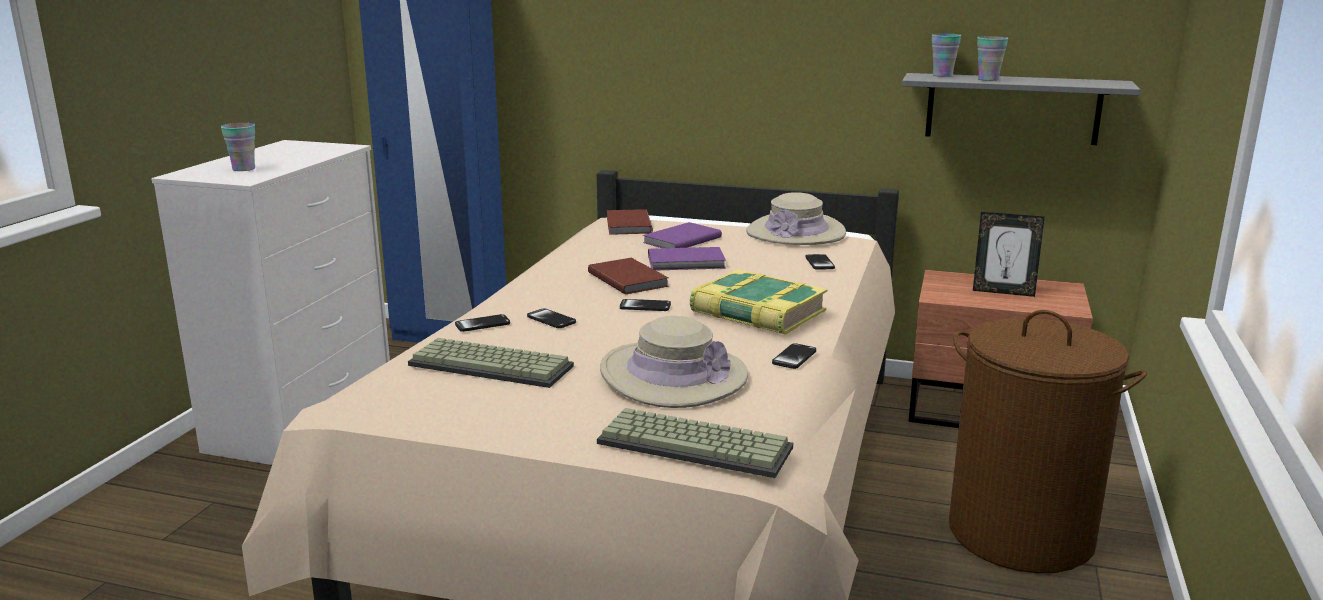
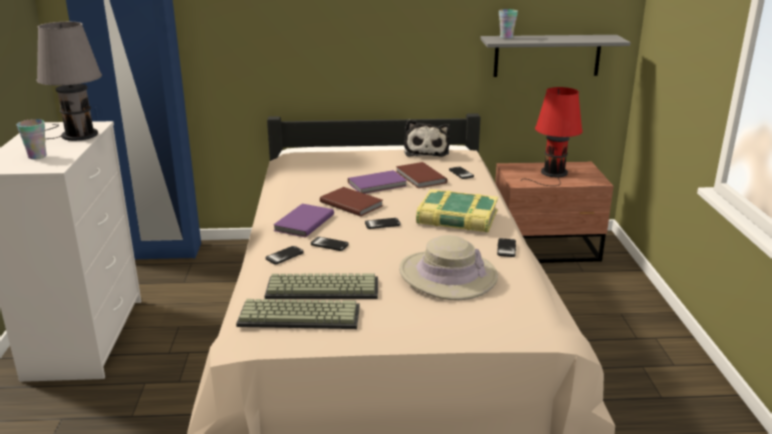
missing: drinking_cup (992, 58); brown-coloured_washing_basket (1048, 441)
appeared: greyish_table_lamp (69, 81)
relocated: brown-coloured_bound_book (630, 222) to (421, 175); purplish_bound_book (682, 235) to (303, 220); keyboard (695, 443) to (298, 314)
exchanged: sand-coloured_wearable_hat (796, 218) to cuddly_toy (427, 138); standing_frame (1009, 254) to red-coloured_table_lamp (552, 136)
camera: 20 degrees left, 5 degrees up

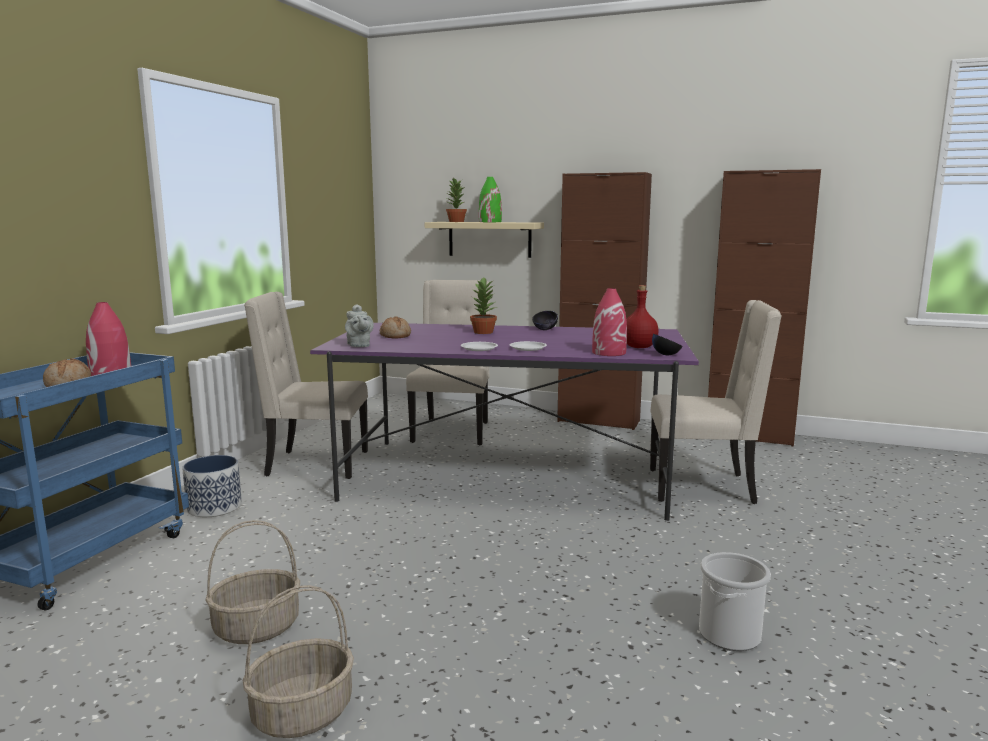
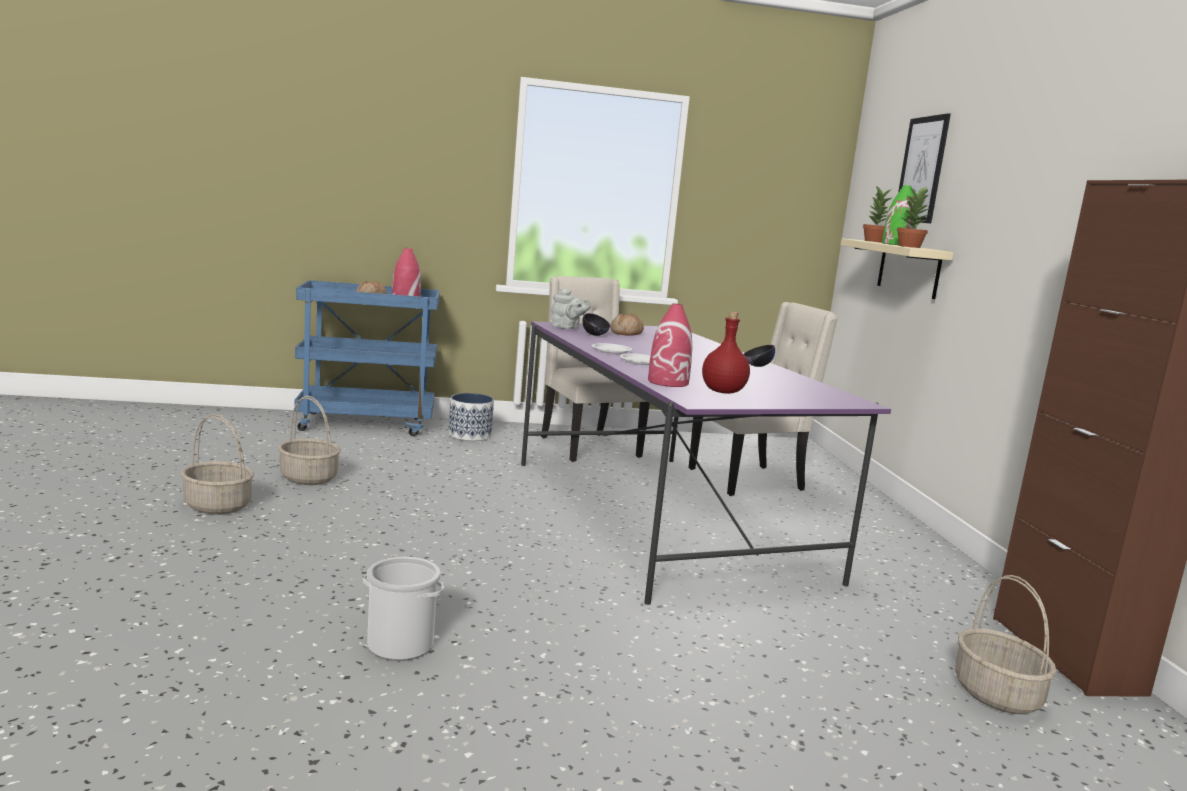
missing: brown-coloured_cupboard (604, 301); sand-coloured_chair (716, 402)
appeared: wall_picture (924, 168); household_basket (1006, 644)
relocated: potted_plant (483, 306) to (913, 217); black_serving_bowl (667, 344) to (596, 324)
spun: greyish_pot_for_tea (359, 325) = (571, 308) 105 degrees counterclockwise
camera: 60 degrees right, 0 degrees up

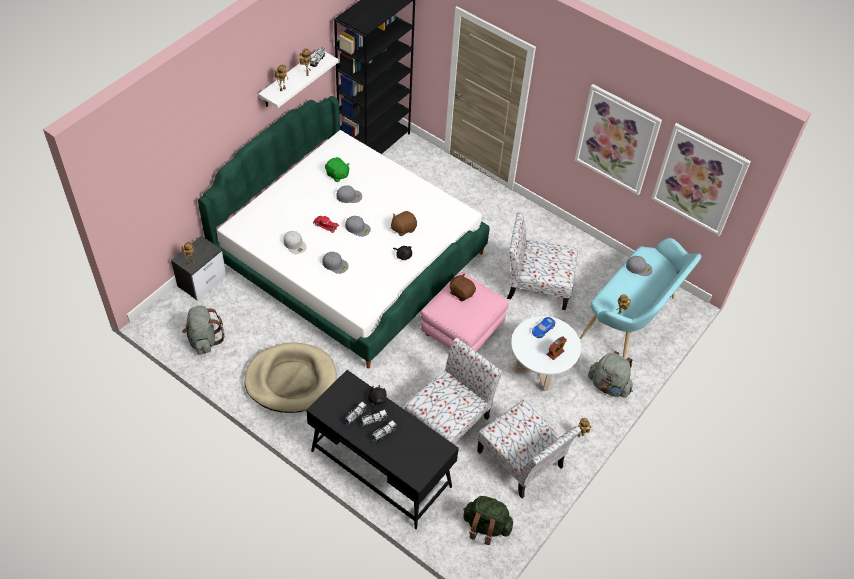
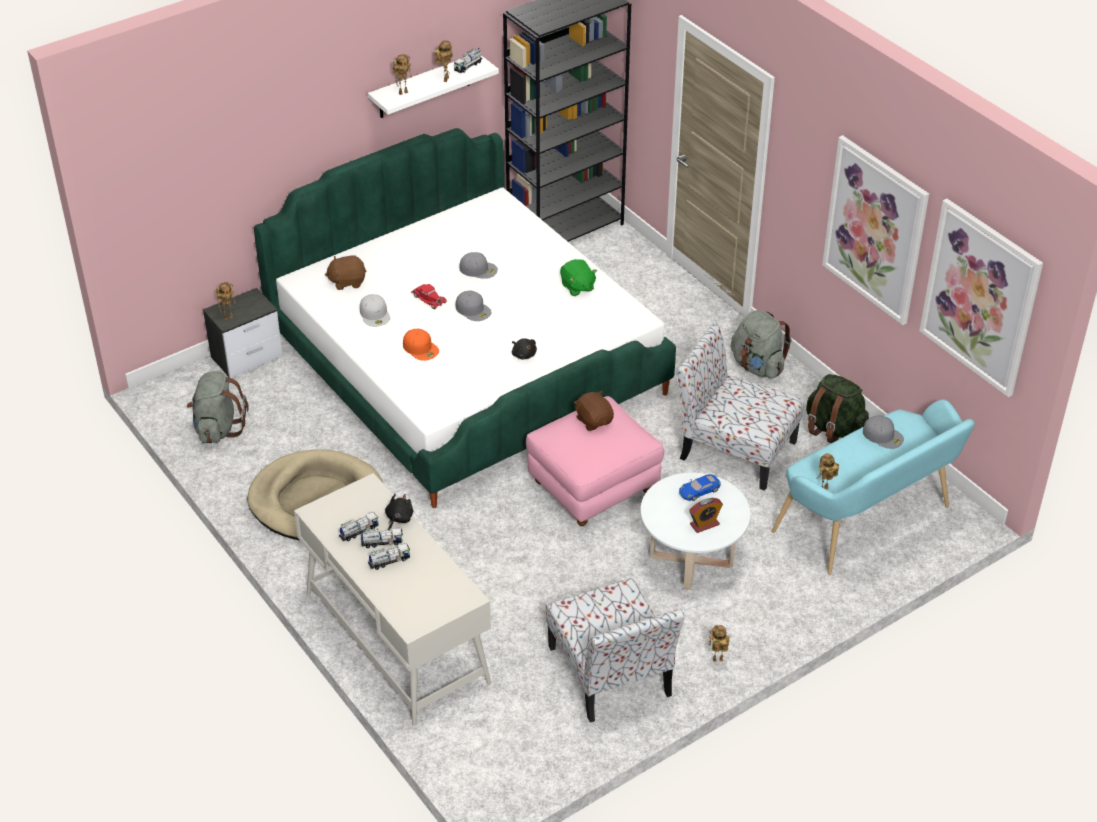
missing: chair (453, 391)
relocated: greenish_cuddly_toy (337, 169) to (578, 277); brown-coloured_cuddly_toy (404, 223) to (345, 273); greyish_rucksack (610, 374) to (761, 344); greenish_rucksack (488, 520) to (837, 408)
colour: greyish_peaked_cap (335, 263) to orangey_peaked_cap (421, 345); black_desk_table (382, 449) to white-coloured_desk_table (392, 599)
camera: 20 degrees right, 10 degrees down

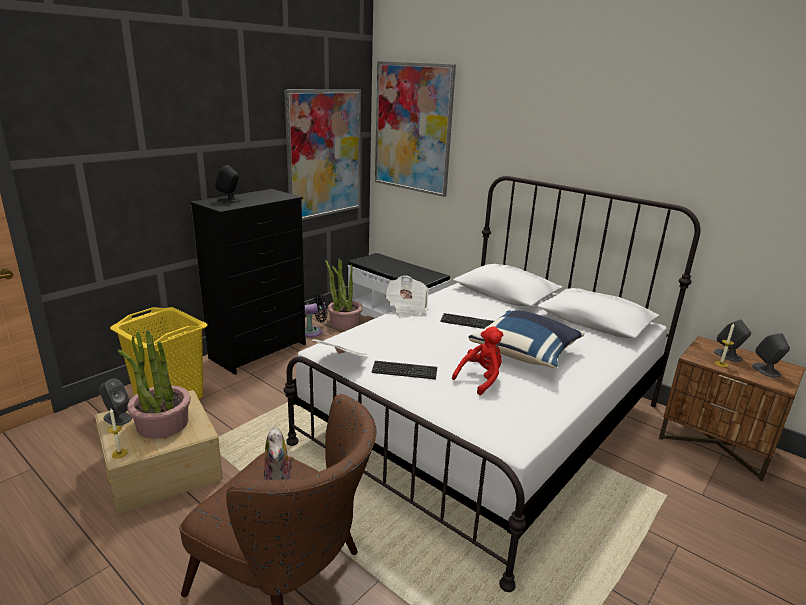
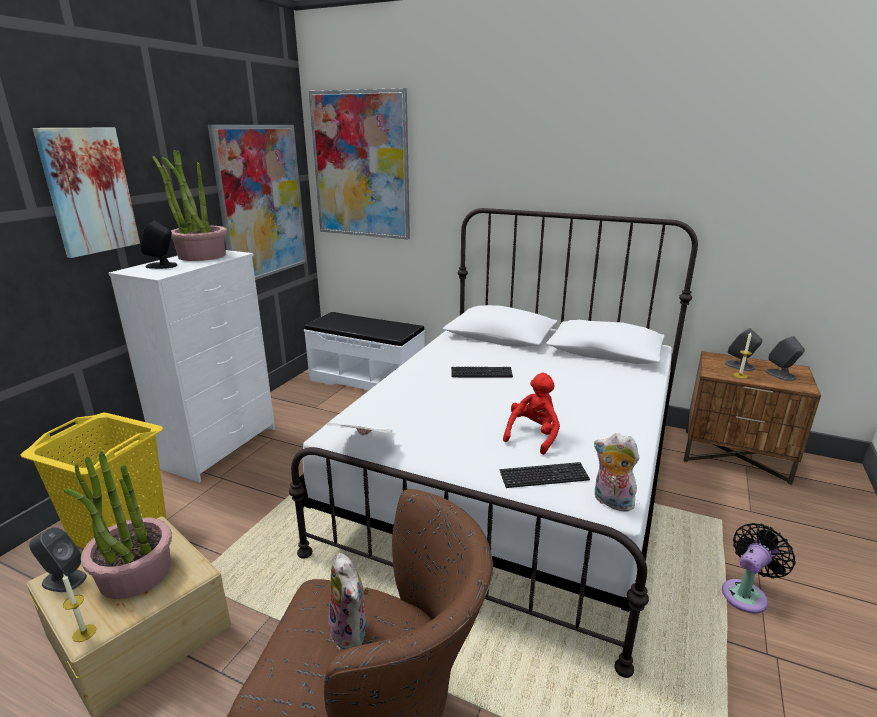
missing: newspaper (407, 297); blue_throw_pillow (526, 339)
appeared: wall_picture (86, 192); cuddly_toy (617, 472)
relocated: potted_plant (344, 293) to (189, 205); black_electric_fan (316, 315) to (759, 568); keyboard (404, 370) to (545, 475)
colour: black_drawer_chest (248, 282) to white-coloured_drawer_chest (191, 366)
camera: 15 degrees left, 0 degrees up

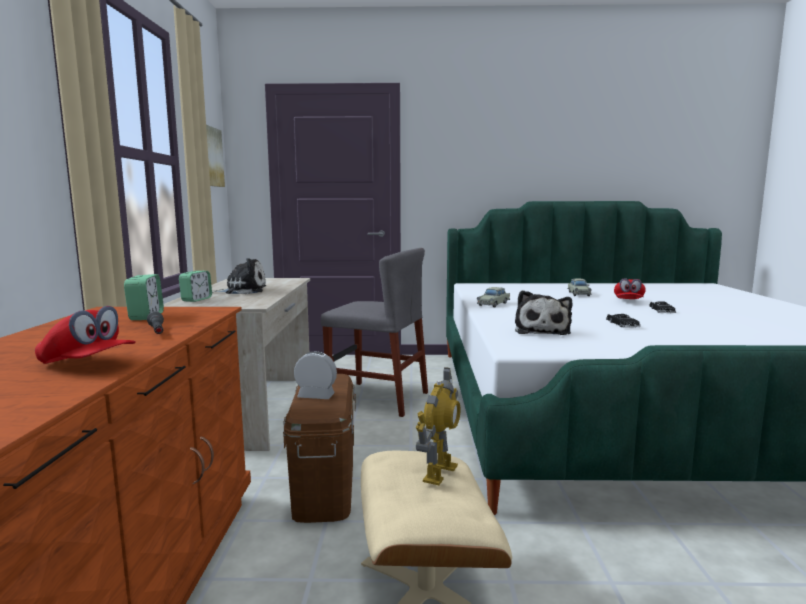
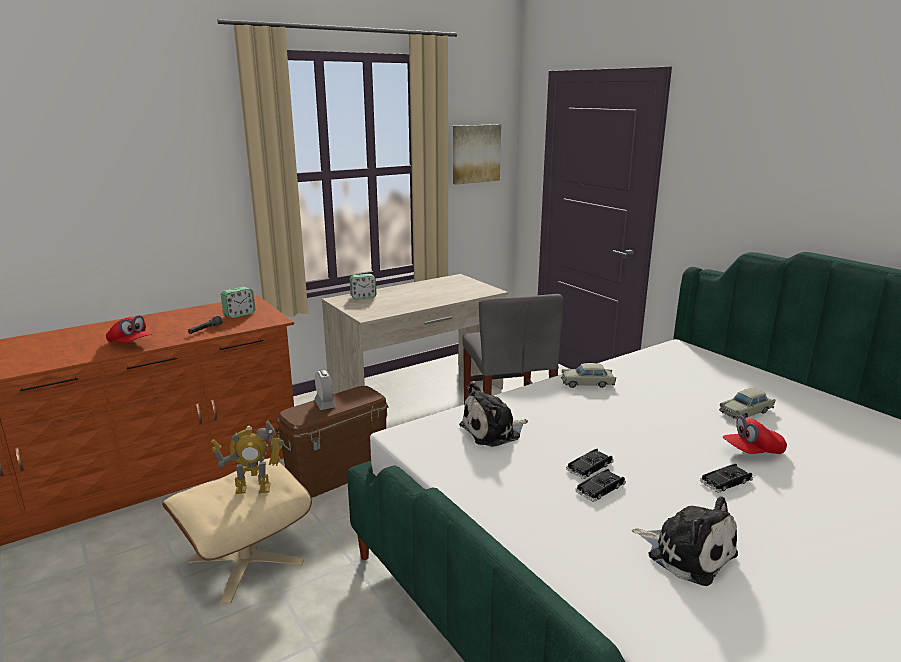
appeared: black_toy_car (600, 485)
relocated: cuddly_toy (239, 276) to (685, 541)
spun: red-coloured_peaked_cap (85, 335) = (129, 329) 45 degrees counterclockwise
camera: 55 degrees right, 10 degrees up

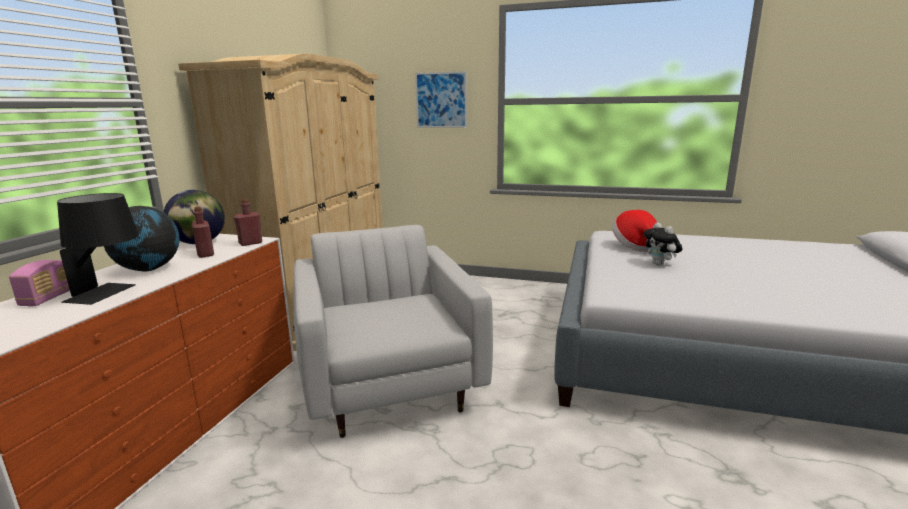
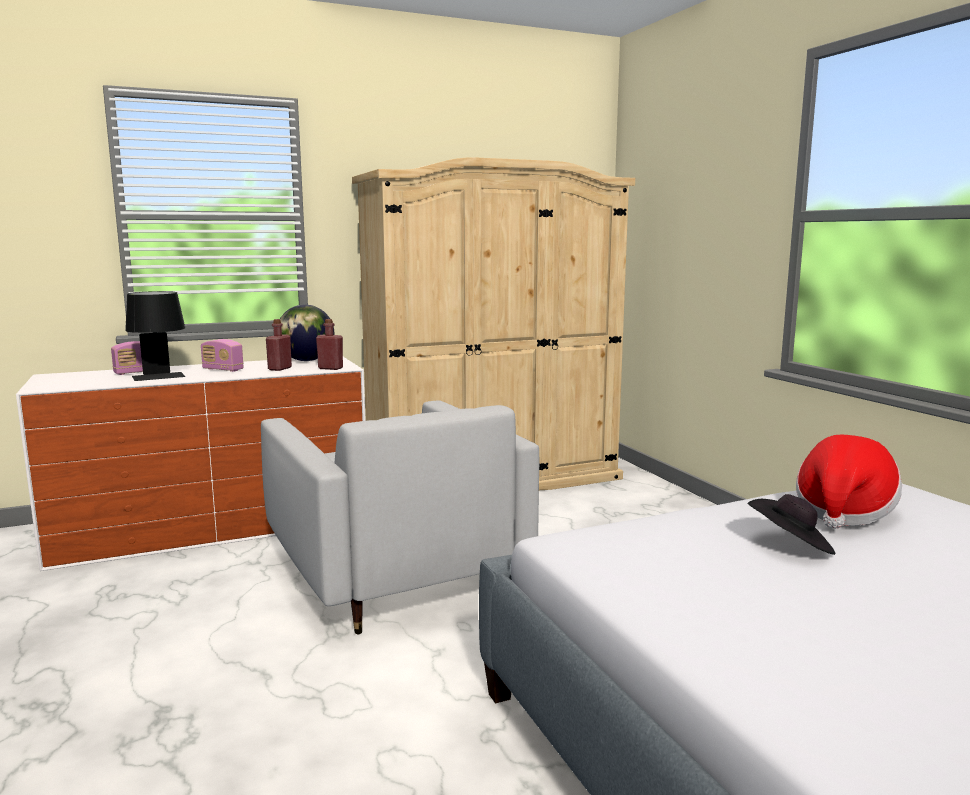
missing: wall_picture (441, 99)
exchanged: world_globe (142, 239) to radio (222, 355); cuddly_toy (663, 244) to black_wearable_hat (792, 524)
spun: white-coloured_armchair (393, 331) = (400, 517) 120 degrees clockwise
camera: 50 degrees right, 5 degrees down

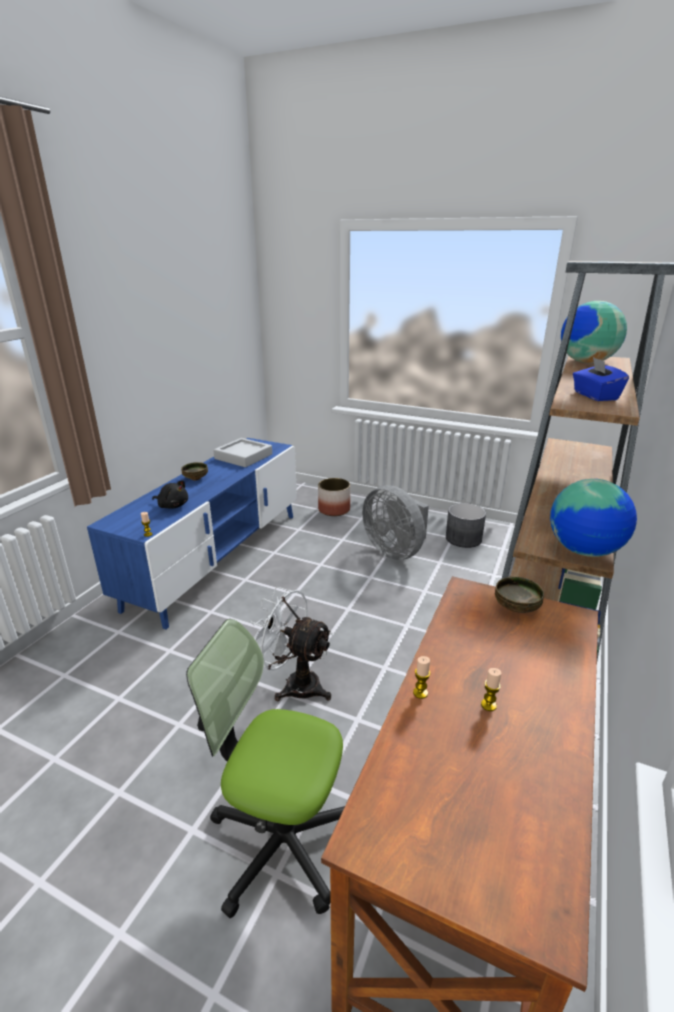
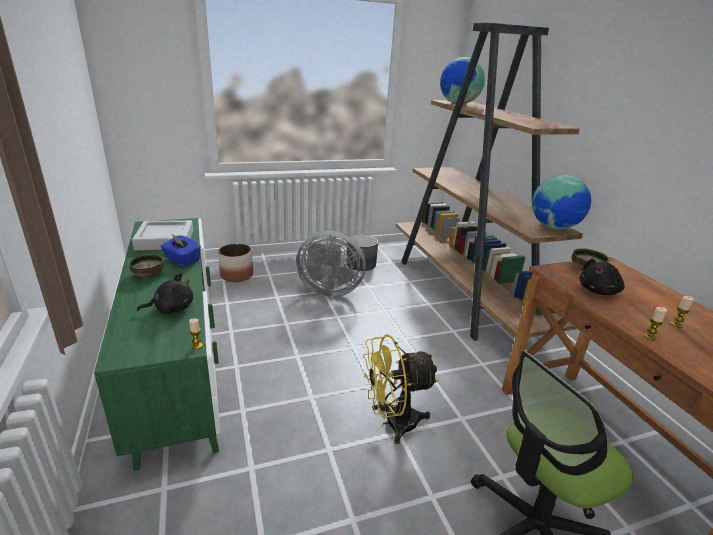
appeared: black_cuddly_toy (602, 277)
relocated: blue_tissue_holder (601, 379) to (181, 250)
colour: blue_media_console (192, 534) to greenish_media_console (157, 344); white-coloured_electric_fan (291, 644) to yellow_electric_fan (401, 389)
camera: 45 degrees left, 0 degrees up

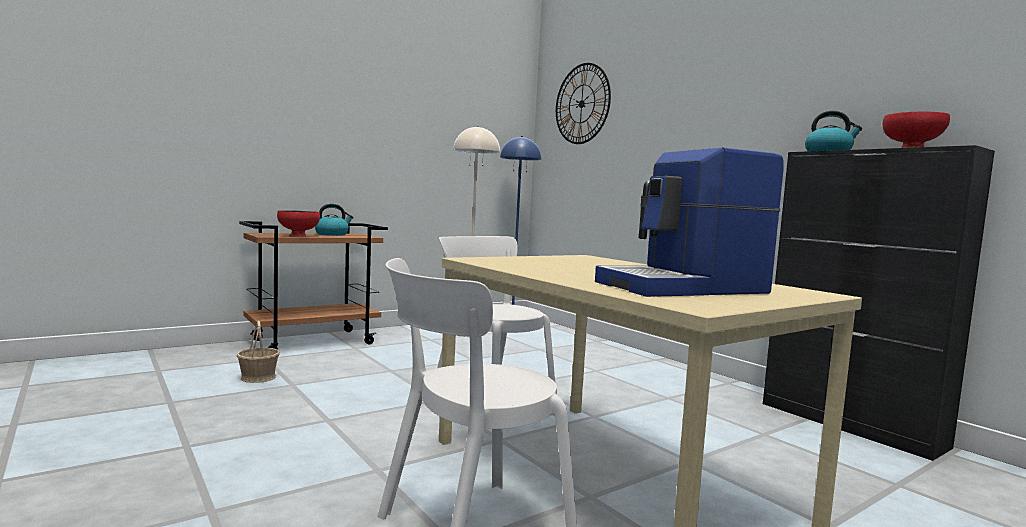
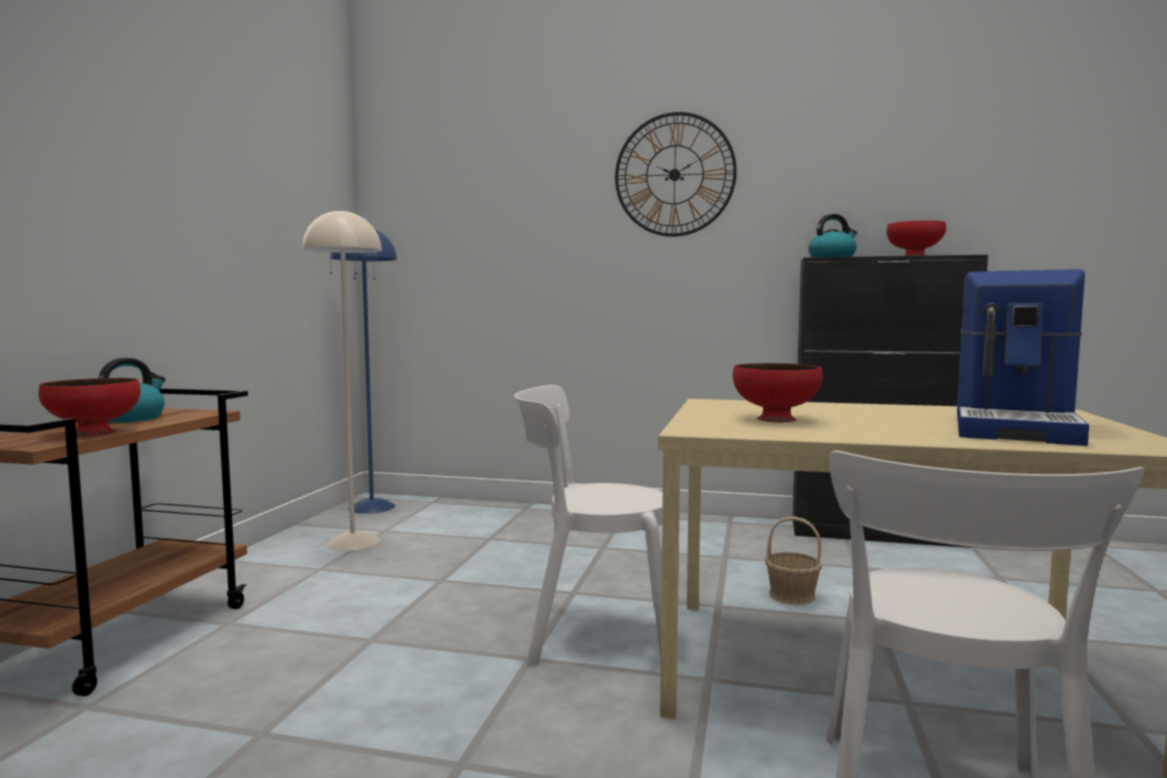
appeared: red-coloured_serving_bowl (778, 392)
relocated: hanging_clock (583, 103) to (676, 174); household_basket (258, 352) to (793, 560)
camera: 40 degrees left, 0 degrees up

